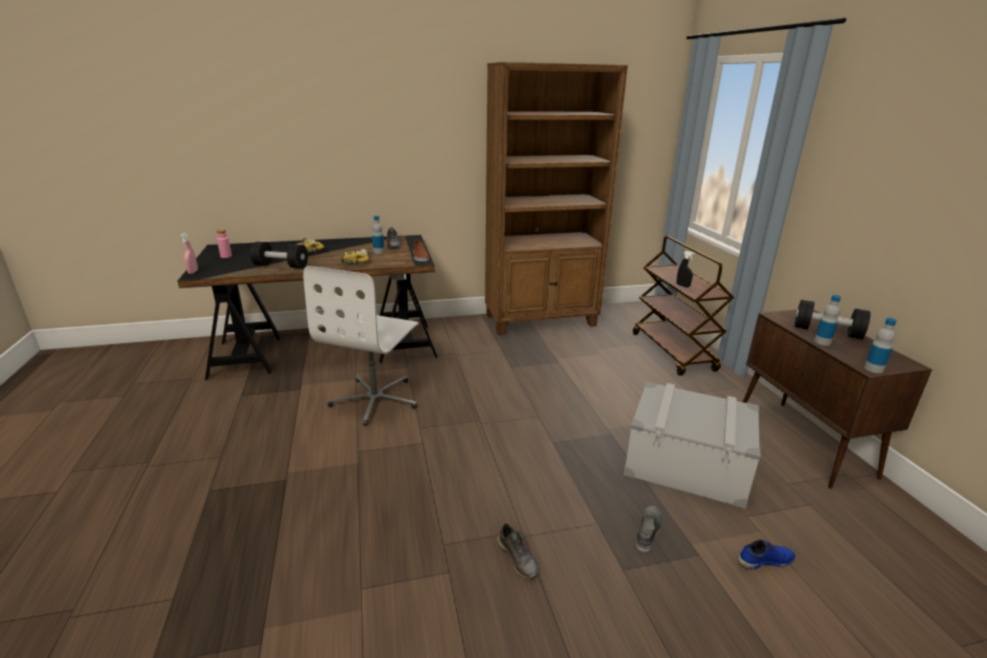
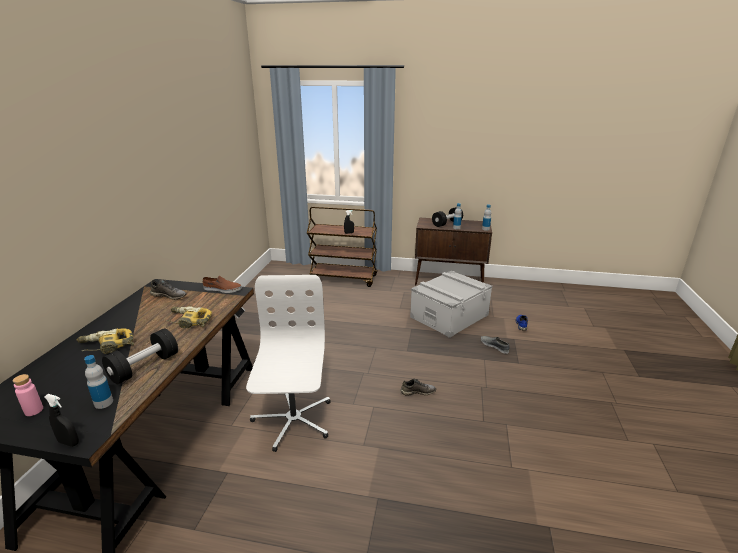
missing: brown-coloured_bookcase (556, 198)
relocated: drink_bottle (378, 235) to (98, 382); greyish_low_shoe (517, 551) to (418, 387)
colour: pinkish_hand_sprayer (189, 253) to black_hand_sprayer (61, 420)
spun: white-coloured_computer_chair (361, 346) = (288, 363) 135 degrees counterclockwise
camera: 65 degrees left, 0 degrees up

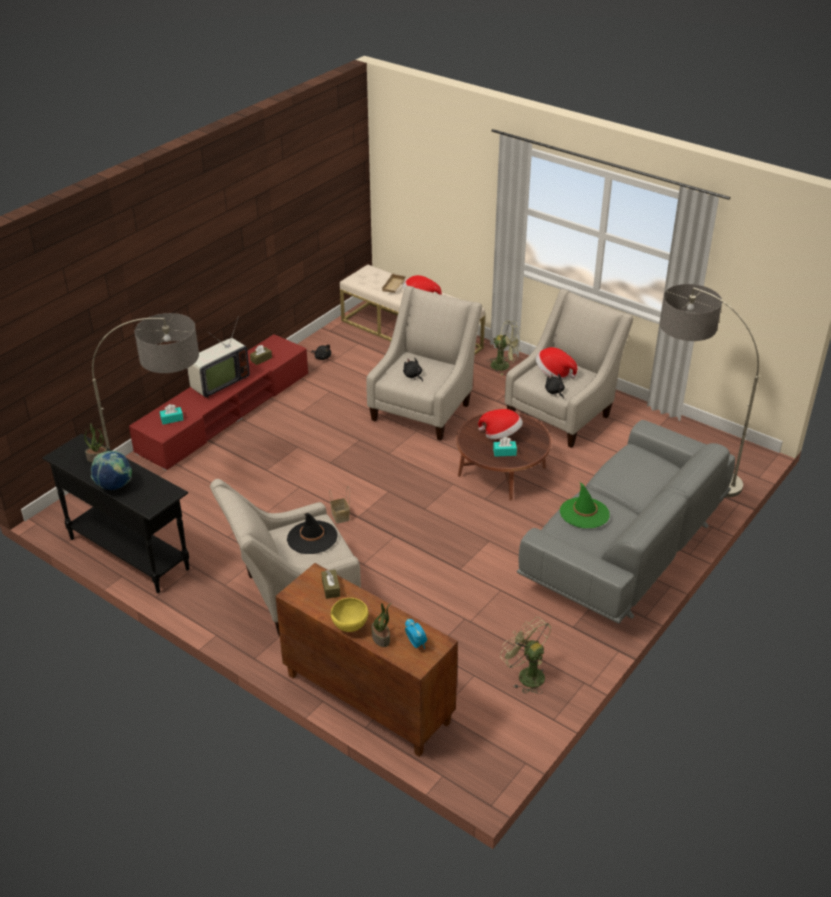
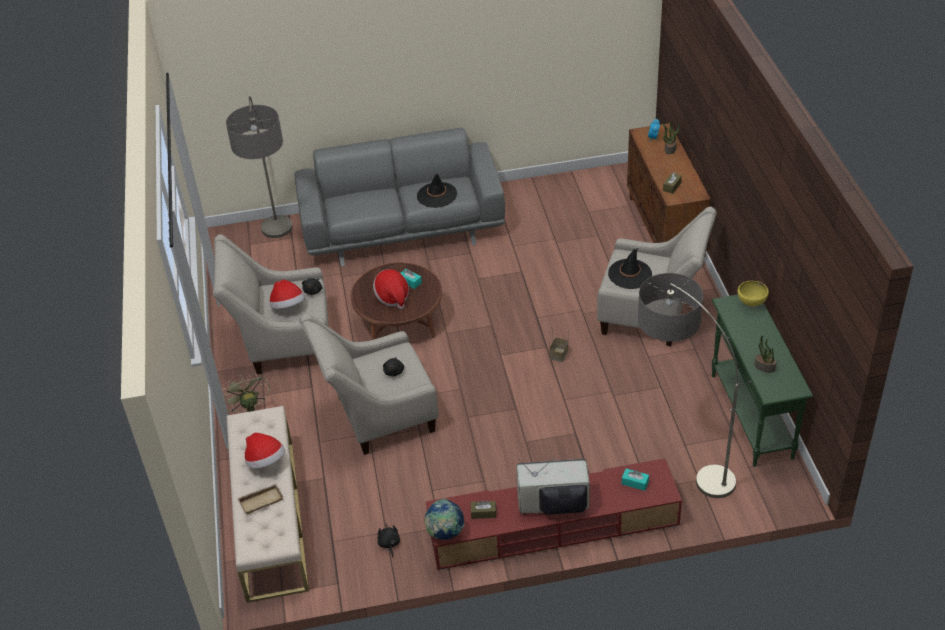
missing: greenish_electric_fan (525, 655)
relocated: world_globe (111, 470) to (444, 519); yellow_serving_bowl (350, 615) to (753, 293)
colour: black_narrow_table (116, 513) to greenish_narrow_table (762, 381); greenish_wearable_hat (585, 504) to black_wearable_hat (437, 191)
camera: 135 degrees left, 5 degrees up

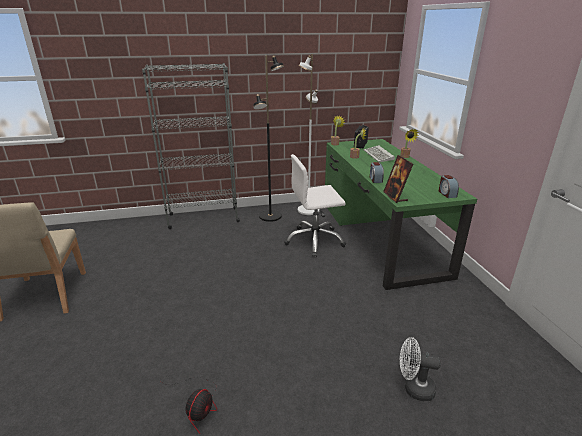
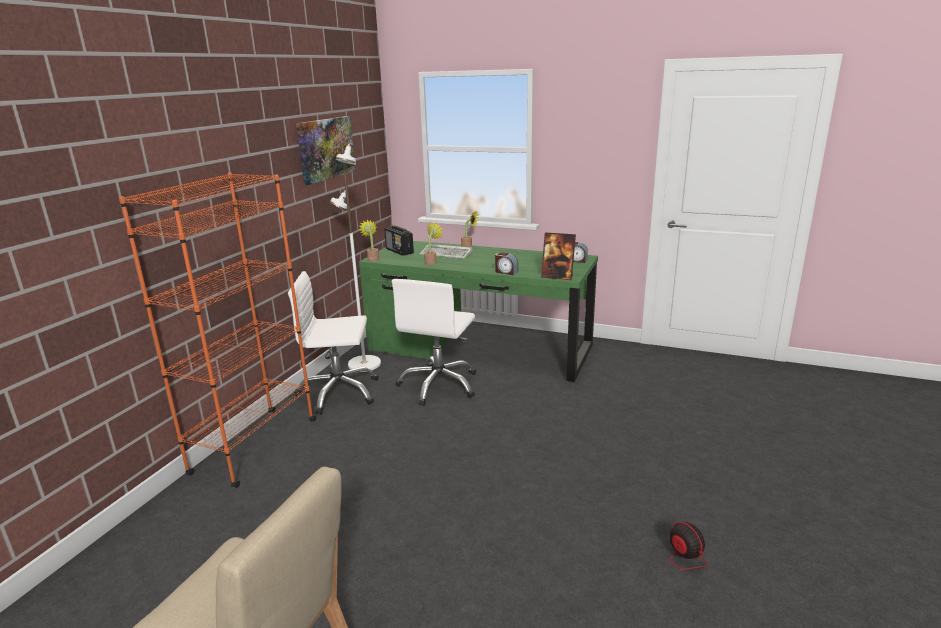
missing: white-coloured_electric_fan (420, 369)
appeared: wall_picture (326, 150)
exchanged: black_standard_lamp (268, 138) to white-coloured_computer_chair (333, 343)
colour: greyish_bookcase (191, 146) to orangey_bookcase (217, 330)
camera: 55 degrees left, 5 degrees down

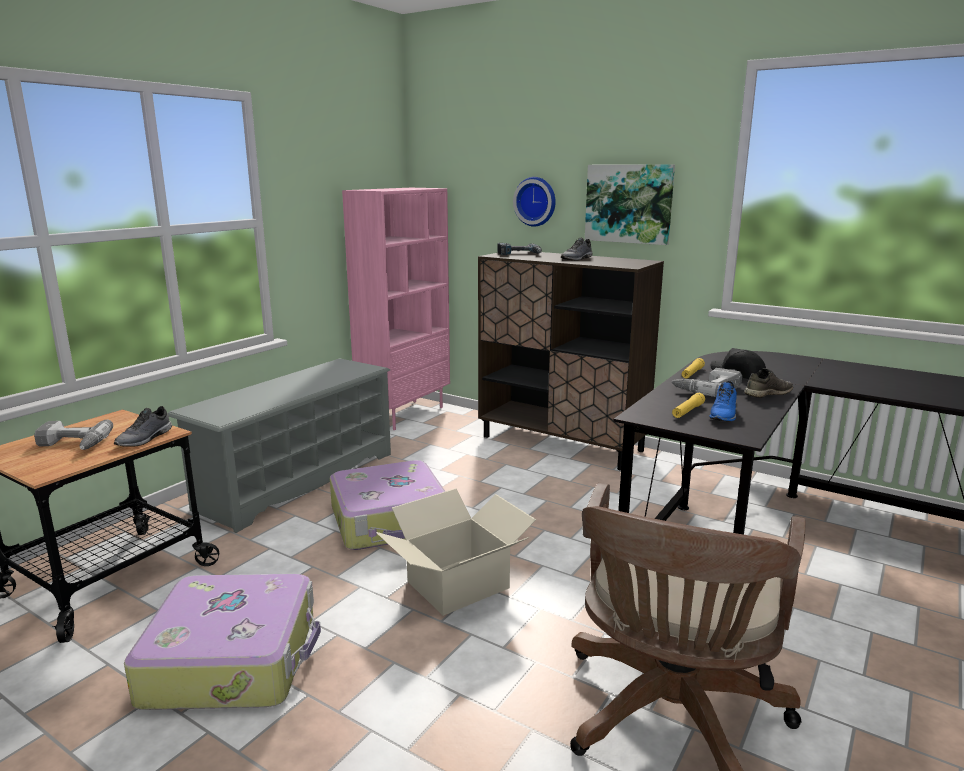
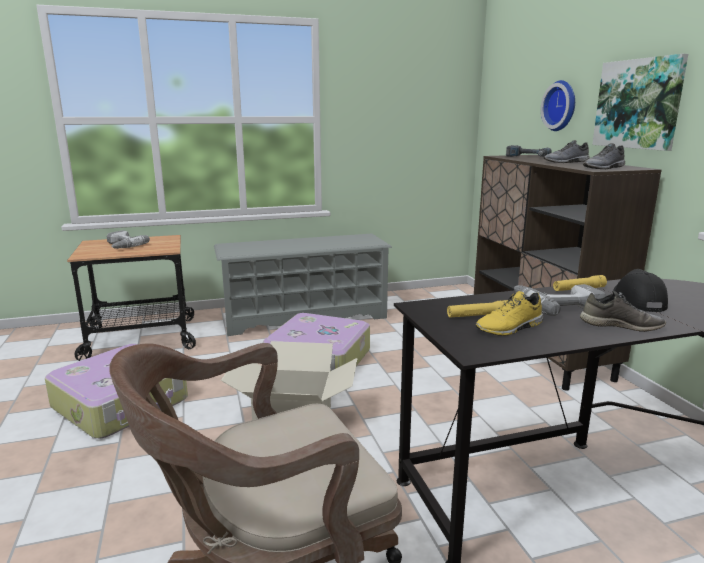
missing: pinkish_bookcase (396, 309)
relocated: greyish_low_shoe (143, 426) to (604, 156)
colour: blue_low_shoe (723, 401) to yellow_low_shoe (509, 313)
camera: 40 degrees right, 0 degrees up

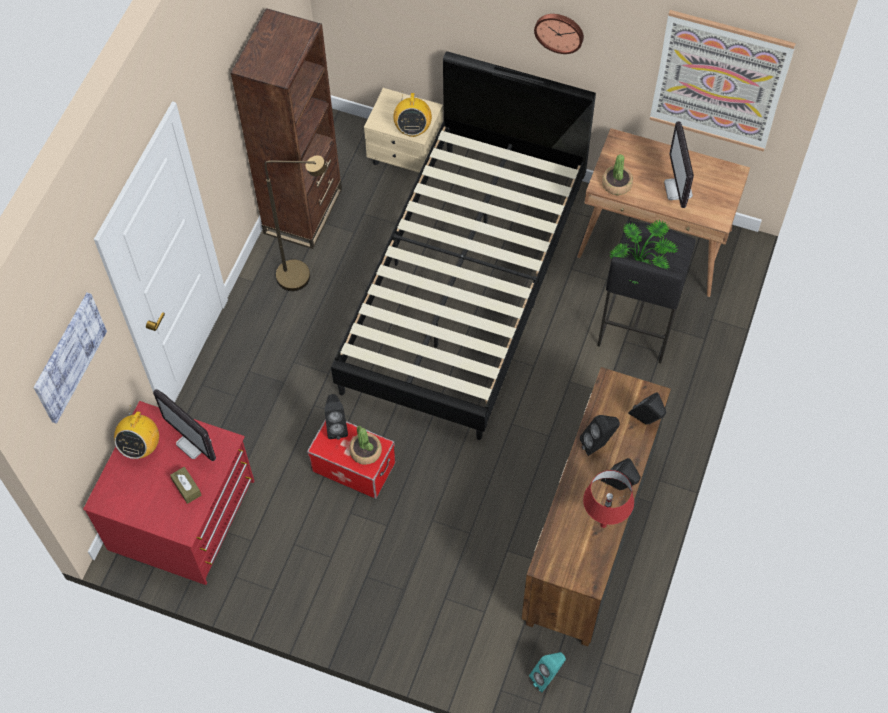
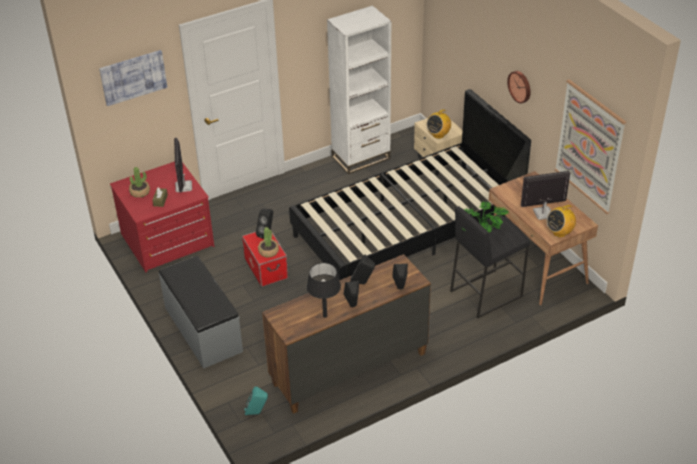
missing: brown-coloured_standard_lamp (296, 223)
appeared: greyish_bench (201, 312)
relocated: potted_plant (617, 174) to (139, 182); radio (136, 435) to (561, 221)
colour: brown-coloured_bookcase (286, 128) to white-coloured_bookcase (359, 89); red-coloured_table_lamp (608, 499) to black_table_lamp (324, 290)
spun: computer_screen (679, 164) = (545, 195) 45 degrees clockwise
camera: 40 degrees right, 20 degrees down

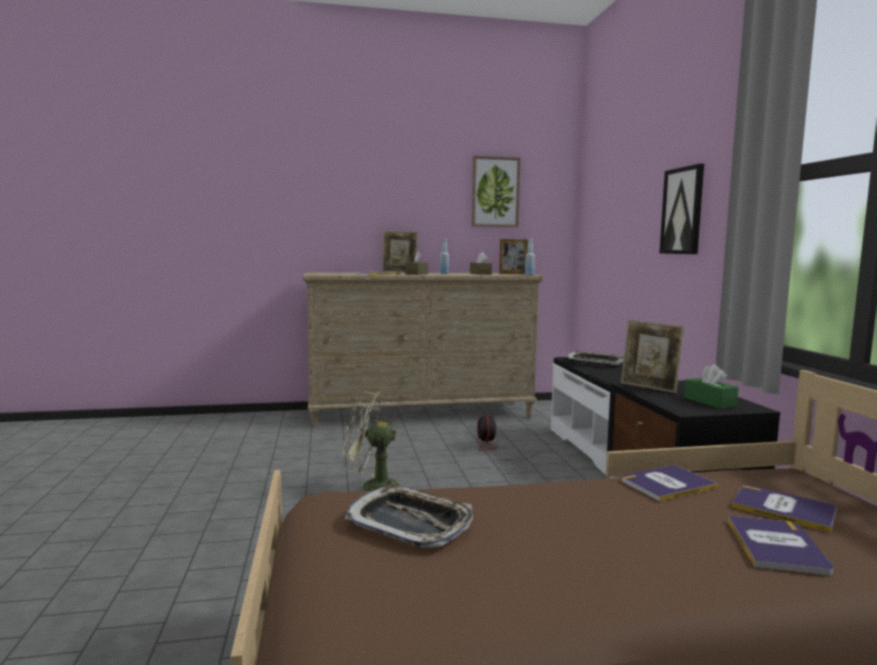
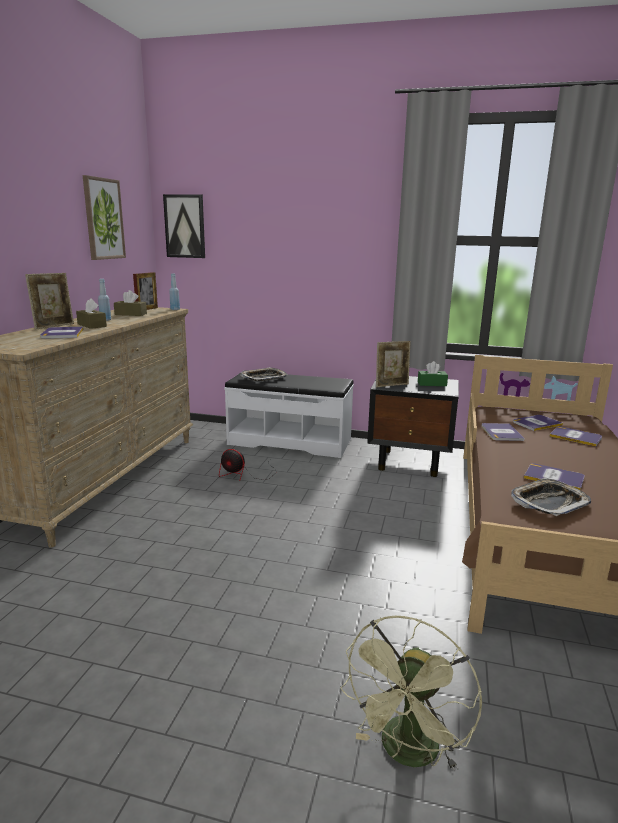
appeared: bound_book (554, 477)
relocated: wall_picture (682, 209) to (184, 226); greenish_electric_fan (371, 441) to (411, 694)
camera: 65 degrees left, 10 degrees up

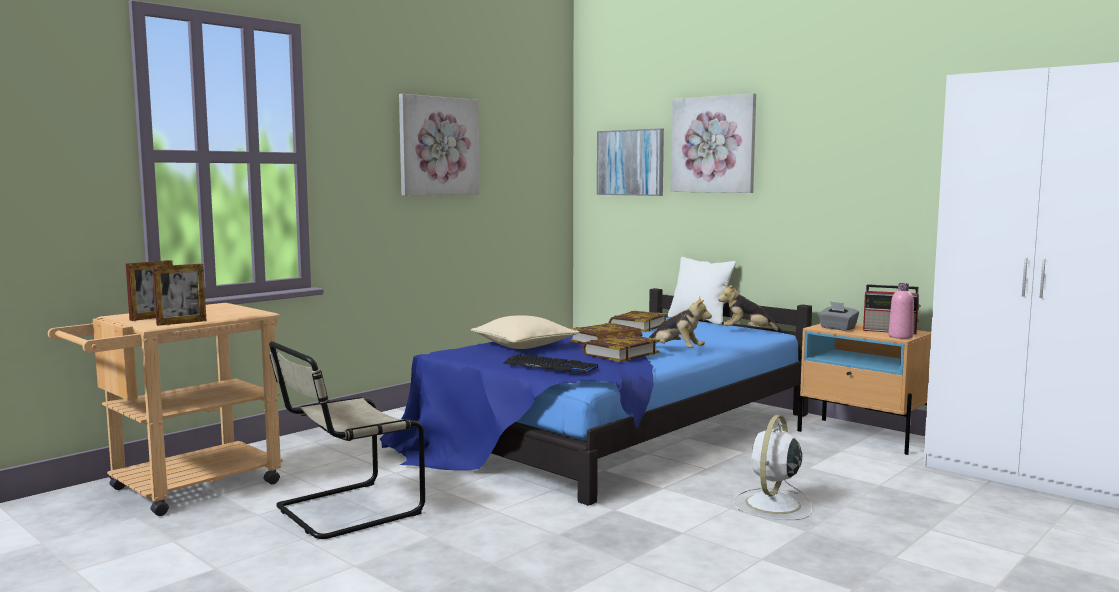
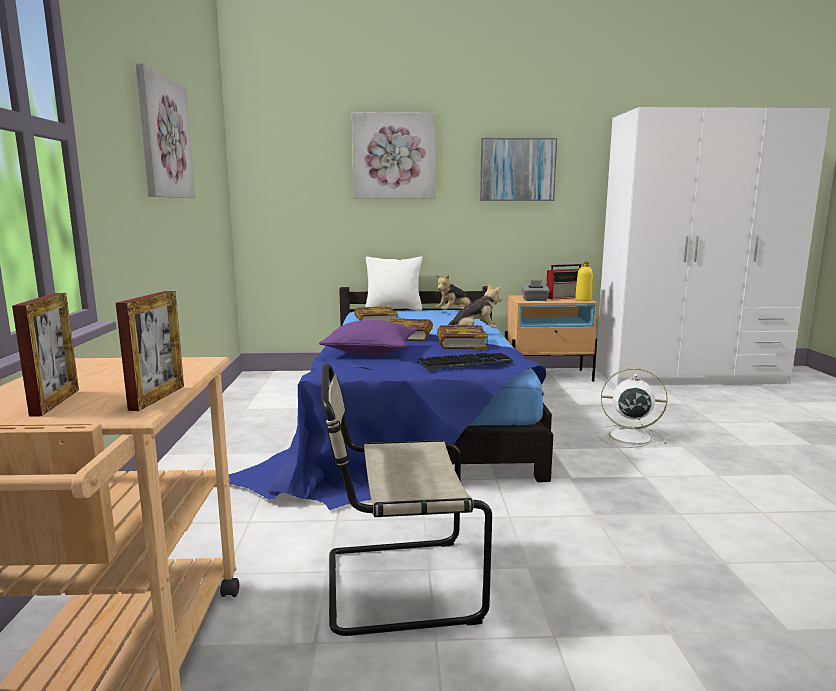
relocated: wall_picture (630, 162) to (518, 169)
colour: pinkish_drink_bottle (901, 311) to yellow_drink_bottle (584, 281); sand-coloured_throw_pillow (525, 332) to purplish_throw_pillow (368, 337)
spun: sand-coloured_chair (347, 440) = (406, 499) 75 degrees clockwise; white-coloured_electric_fan (772, 467) = (633, 408) 120 degrees clockwise
camera: 45 degrees left, 5 degrees up

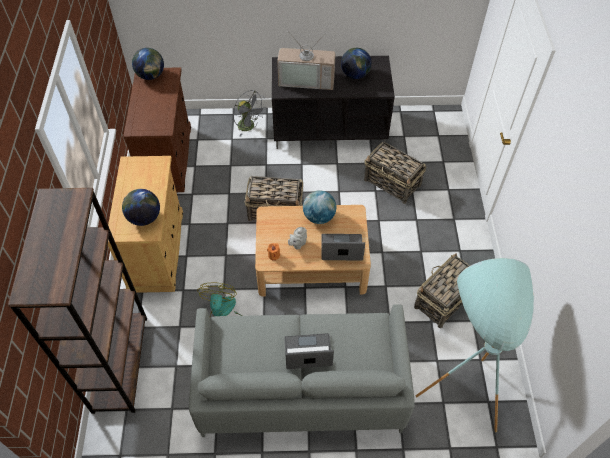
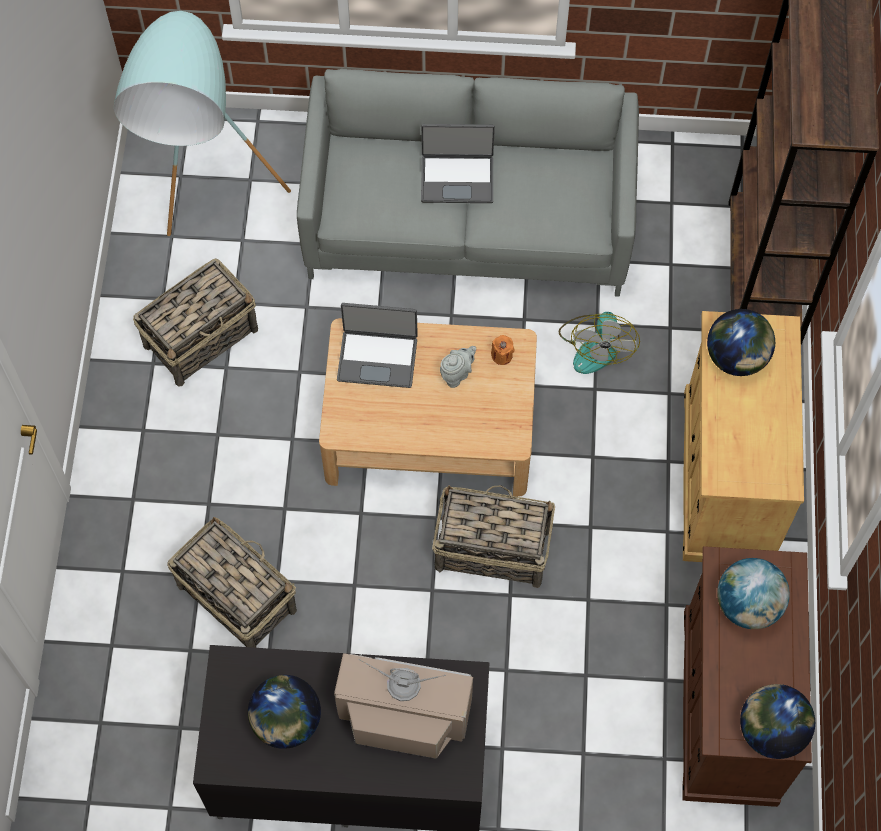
missing: greyish_electric_fan (249, 113)
relocated: world_globe (319, 207) to (753, 593)
camera: 175 degrees left, 10 degrees up

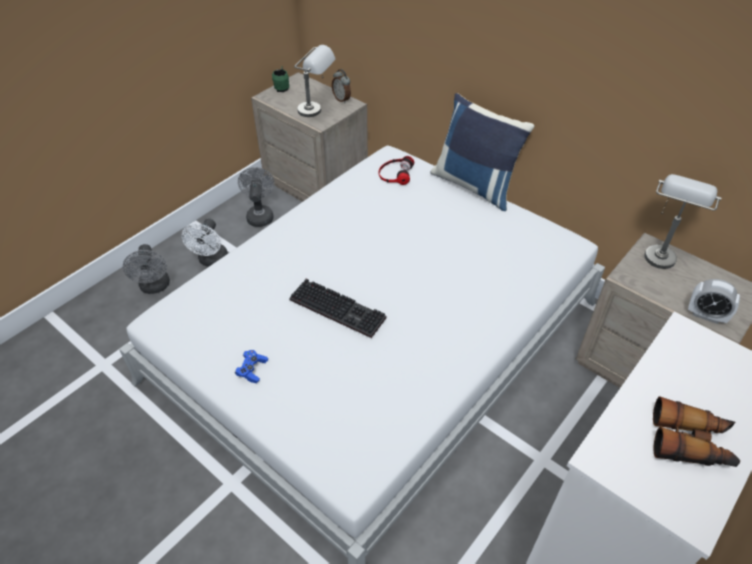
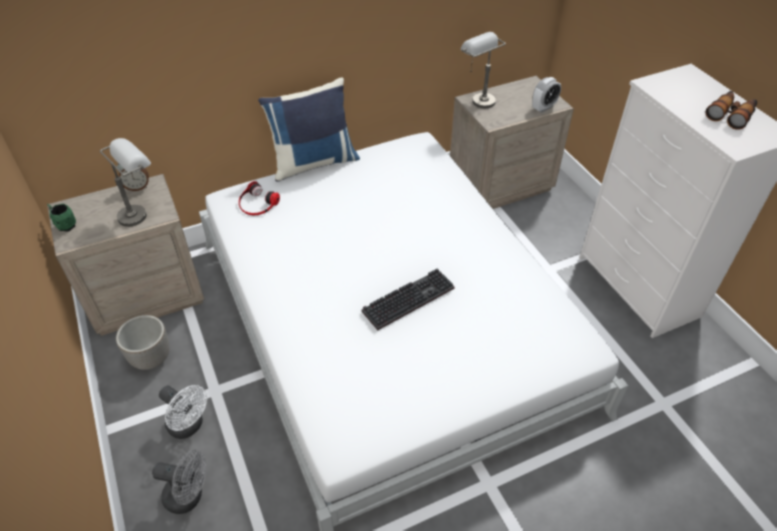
missing: blue_game_controller (251, 366)
exchanged: greyish_electric_fan (256, 197) to plant_pot (142, 342)
camera: 65 degrees left, 0 degrees up

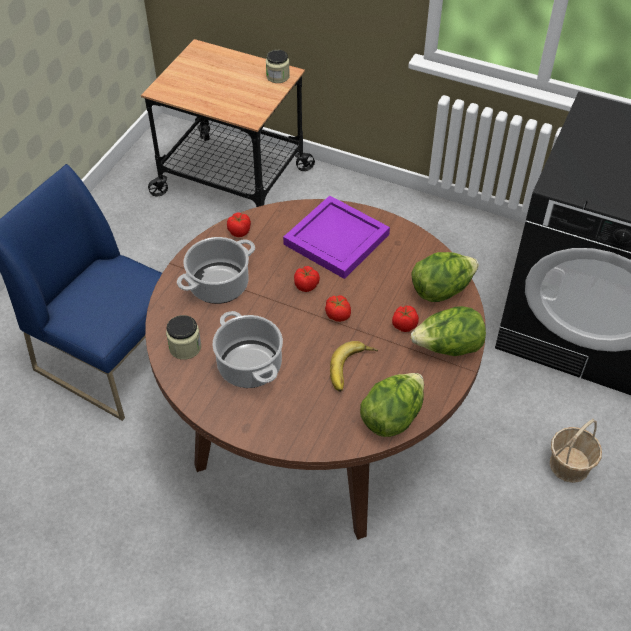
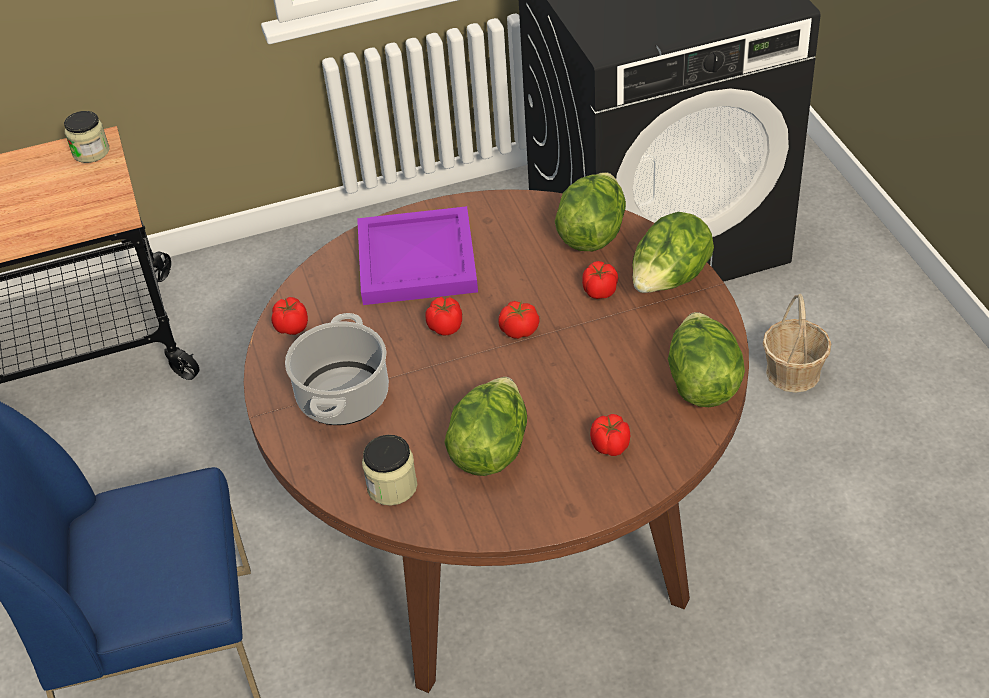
missing: whole_banana (354, 366)
appeared: whole_tomato (610, 435)
exchanged: stockpot (248, 349) to lettuce (485, 426)
camera: 40 degrees left, 5 degrees down

